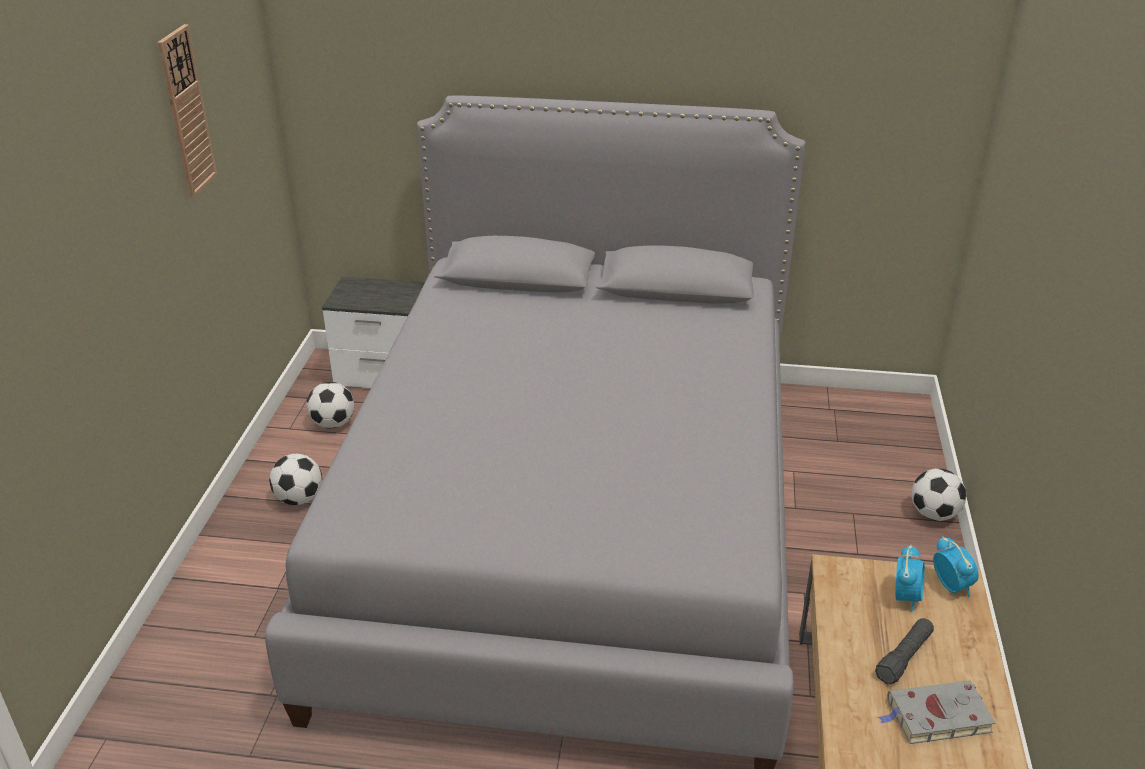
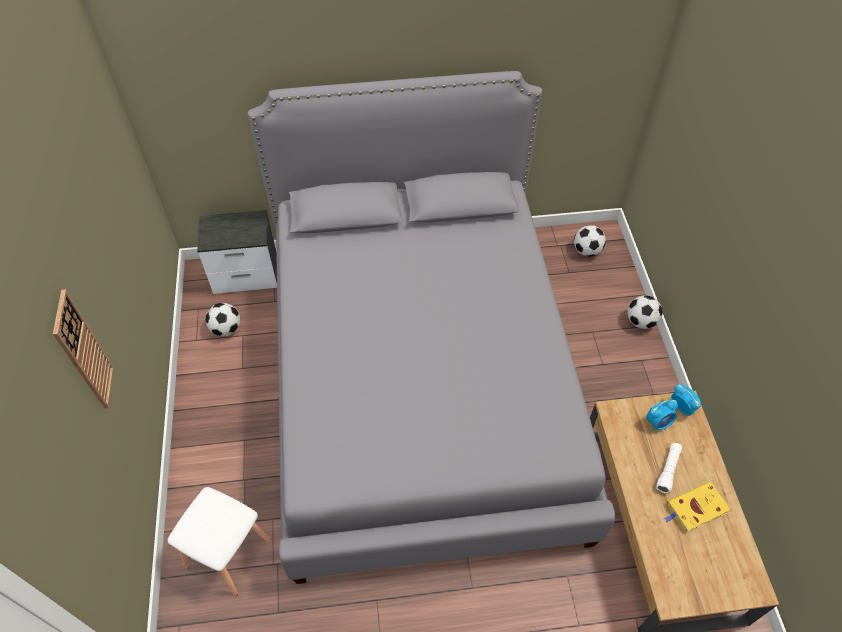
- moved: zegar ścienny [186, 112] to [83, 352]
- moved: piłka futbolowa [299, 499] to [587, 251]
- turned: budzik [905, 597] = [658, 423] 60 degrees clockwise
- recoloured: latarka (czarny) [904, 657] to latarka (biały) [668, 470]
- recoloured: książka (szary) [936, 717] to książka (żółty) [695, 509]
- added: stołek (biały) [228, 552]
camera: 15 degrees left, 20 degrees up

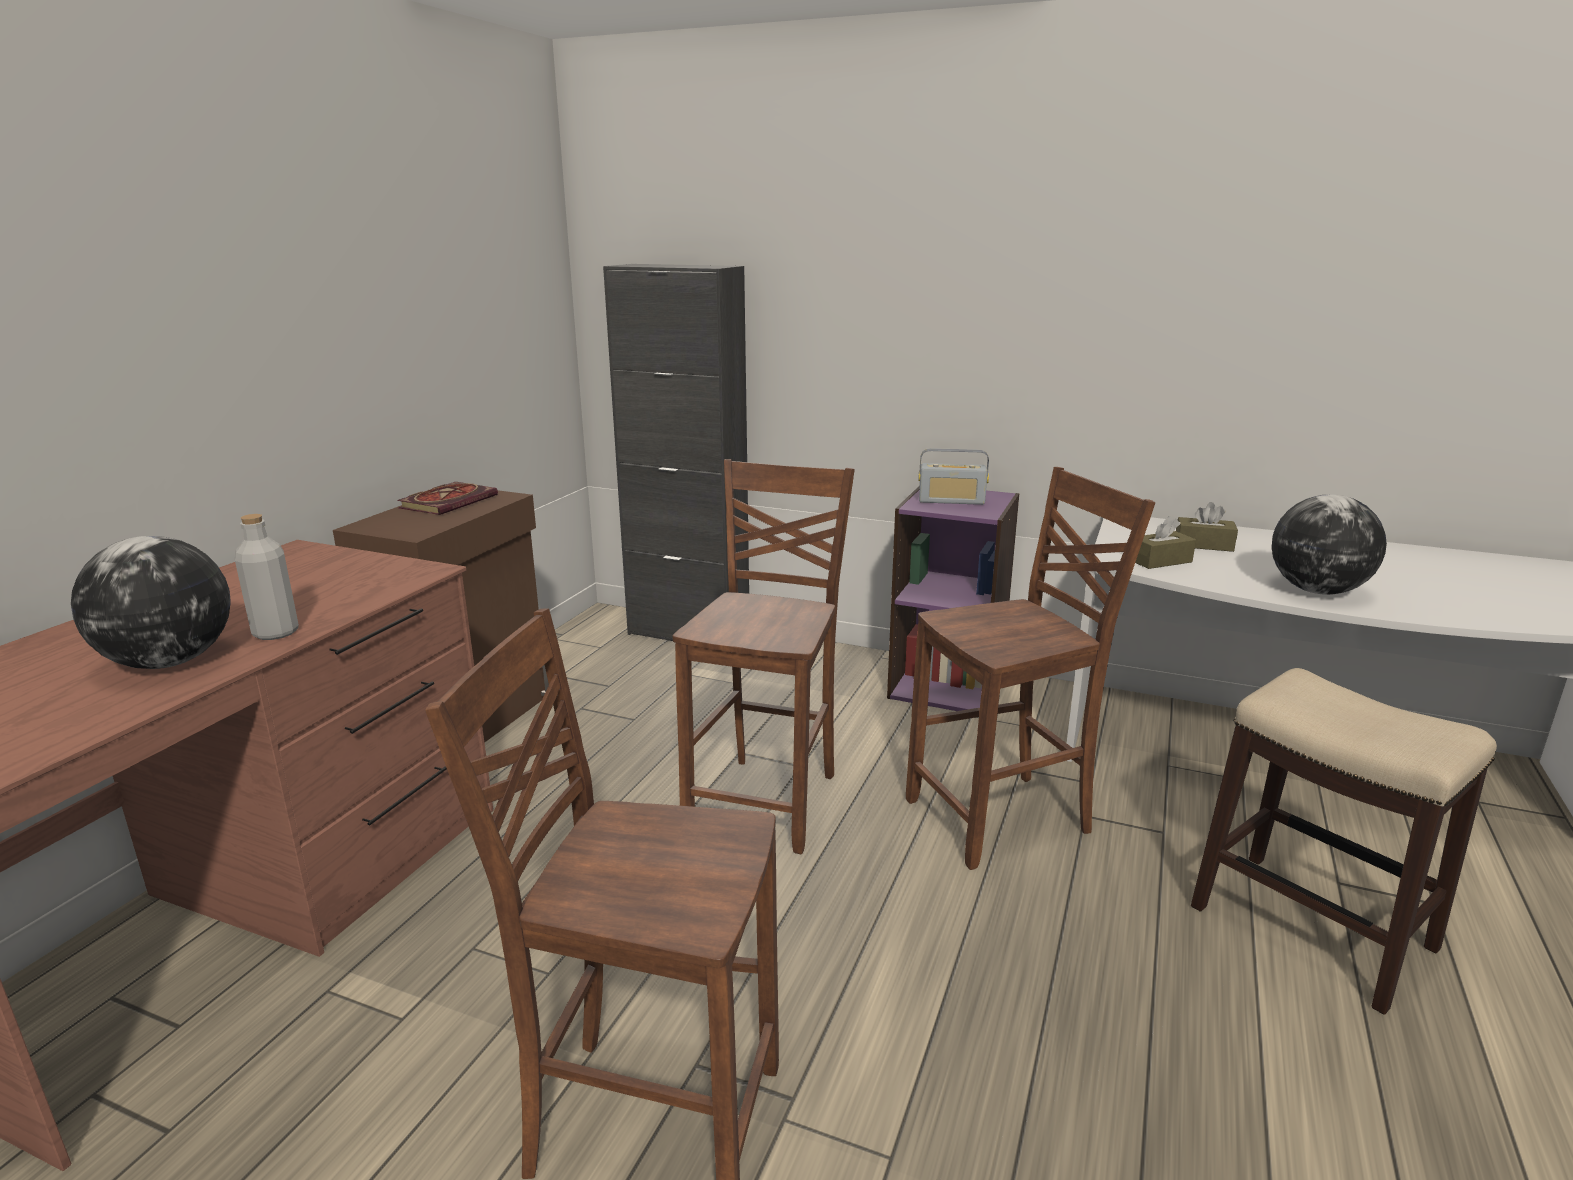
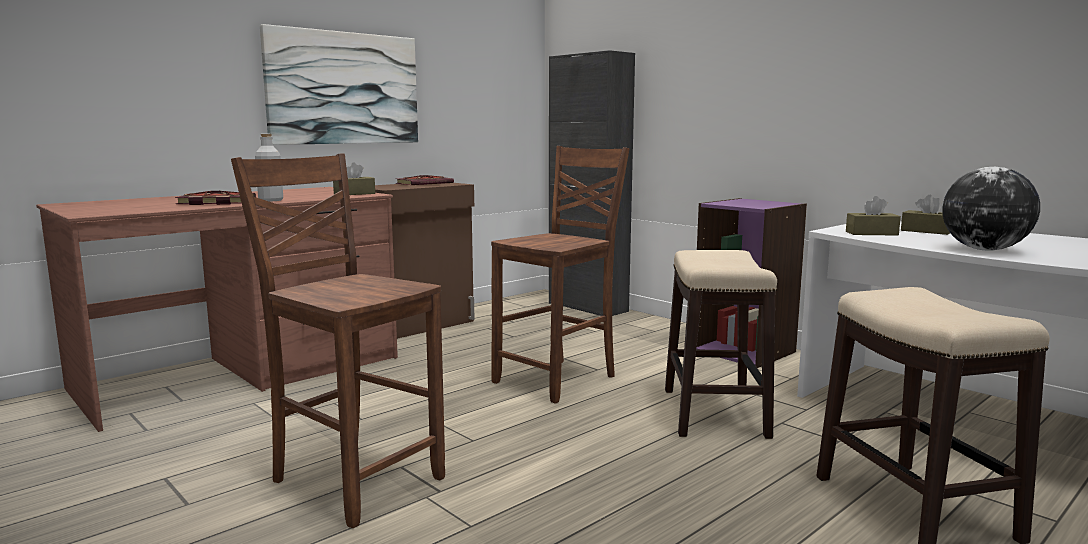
- removed: radio [951, 501]
- replaced: krzesło (brązowy) [1003, 818] to stołek [714, 413]
- replaced: globus [168, 662] to książka [214, 202]
- added: obraz [344, 88]
- added: pudełko chusteczek (brązowy) [354, 194]
camera: 25 degrees right, 10 degrees down

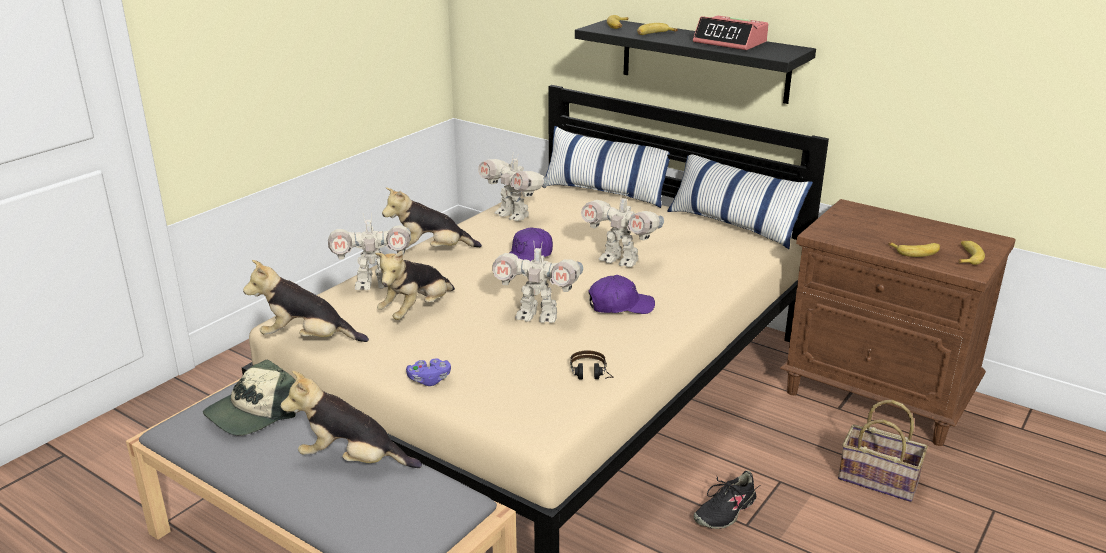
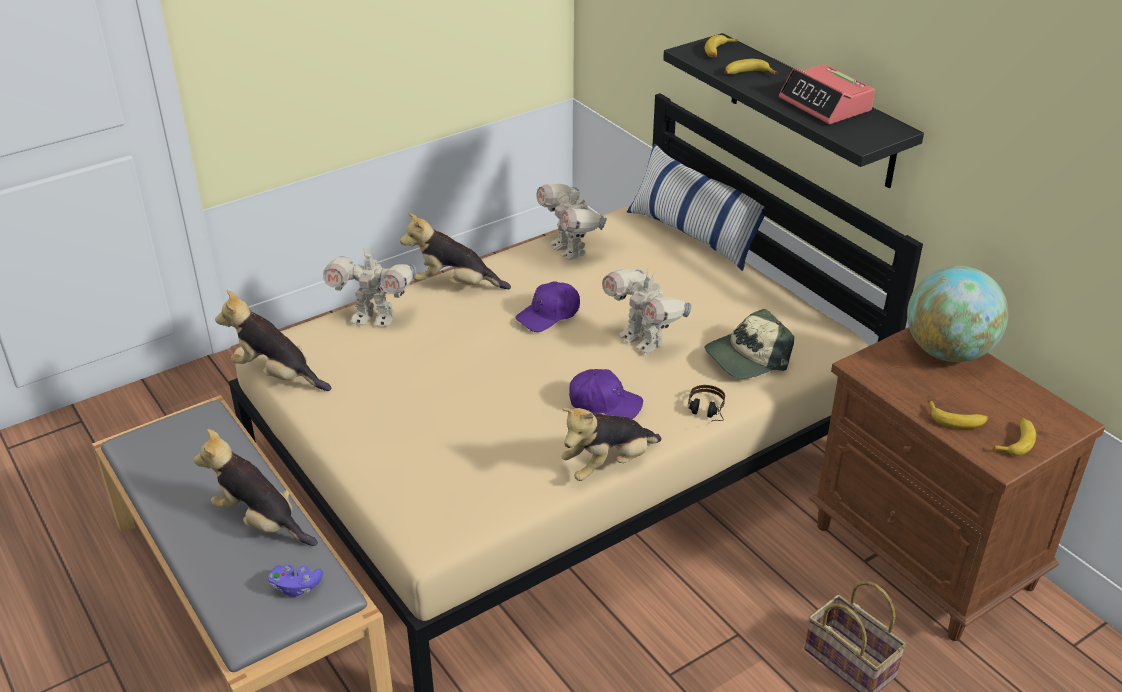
- removed: poduszka [733, 225]
- removed: robot zabawkowy [537, 316]
- moved: pluszak [417, 311] to [608, 465]
- moved: słuchawki [591, 377] to [705, 414]
- moved: pad do gier (fioletowy) [429, 380] to [296, 587]
- moved: czapka z daszkiem [252, 413] to [747, 357]
- removed: but (czarny) [725, 511]
- added: globus [947, 352]
camera: 20 degrees right, 10 degrees up

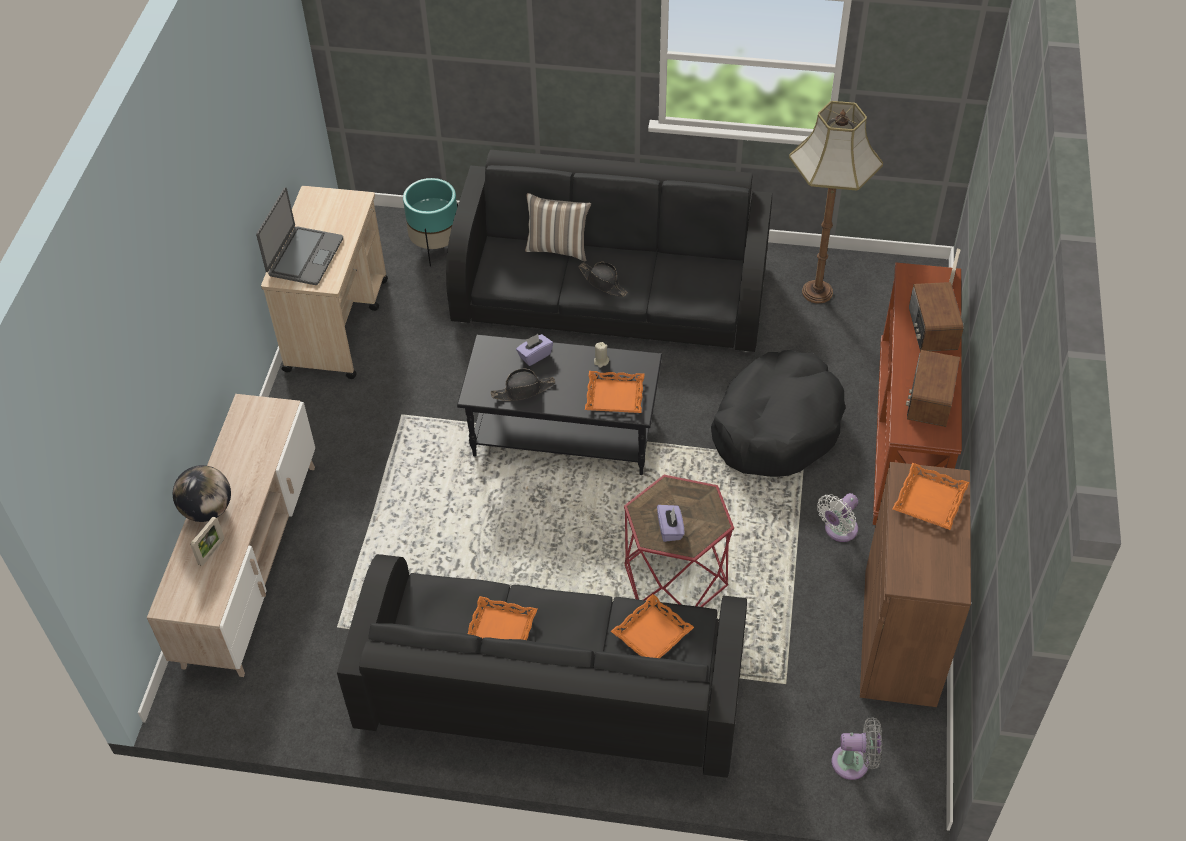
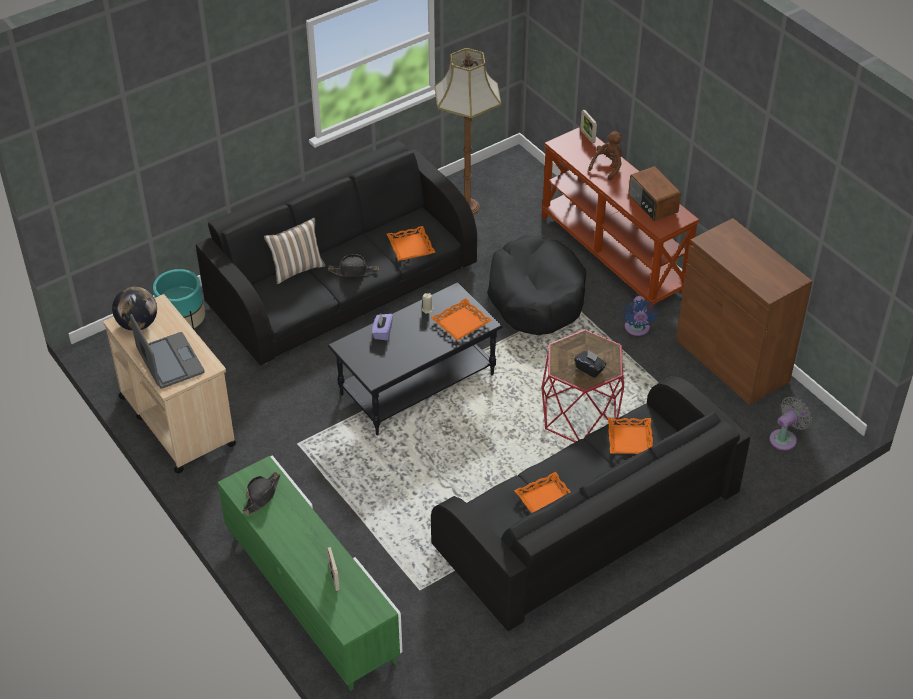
- replaced: radio [931, 329] to pluszak (brązowy) [608, 166]
- moved: kapelusz (czarny) [523, 390] to [262, 495]
- recoloured: szafka pod telewizor (beżowy) [251, 563] to szafka pod telewizor (zielony) [312, 598]
- moved: taca (pomarańczowy) [929, 500] to [410, 247]
- moved: globus [208, 510] to [138, 324]
- recoloured: wentylator (biały) [838, 530] to wentylator (niebieski) [637, 329]
- recoloured: pudełko chusteczek (fioletowy) [670, 529] to pudełko chusteczek (czarny) [589, 369]
camera: 45 degrees left, 5 degrees down

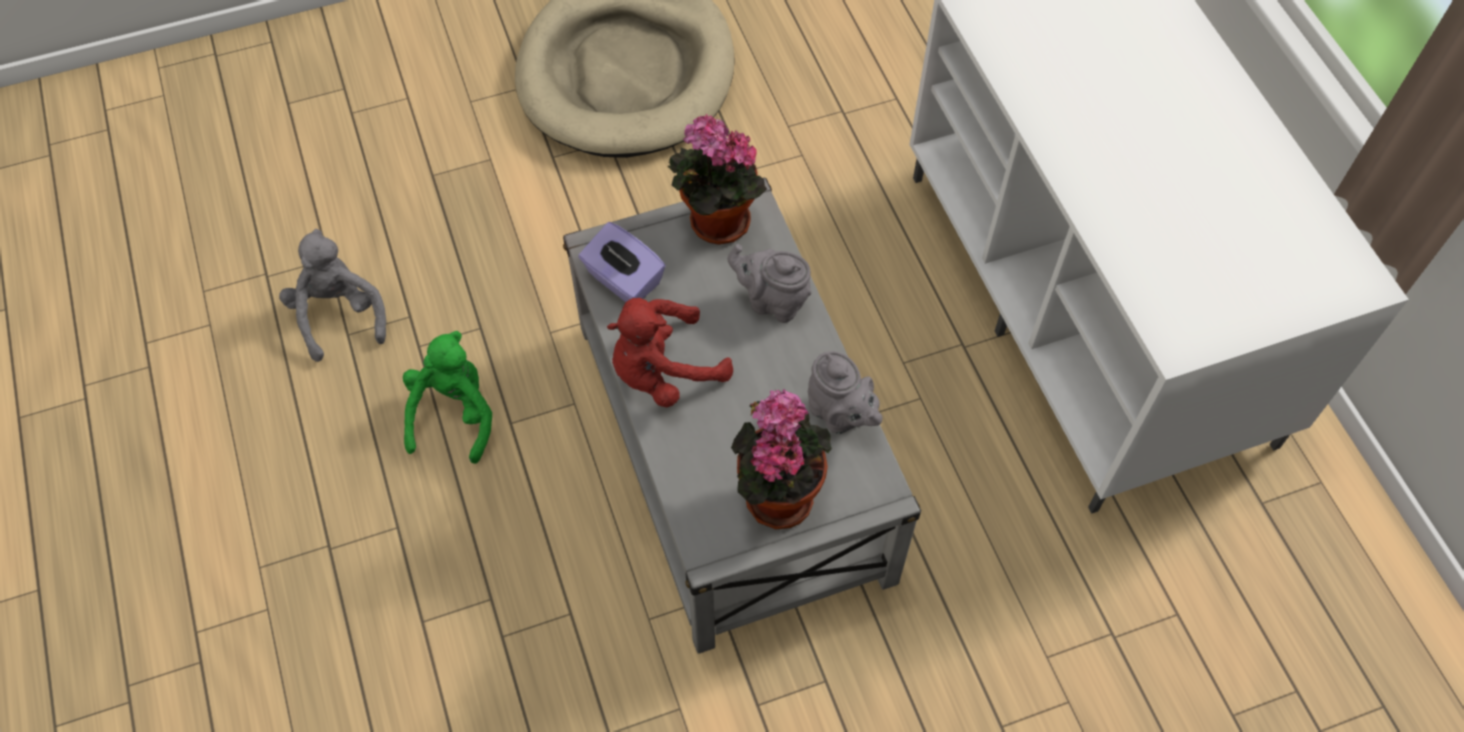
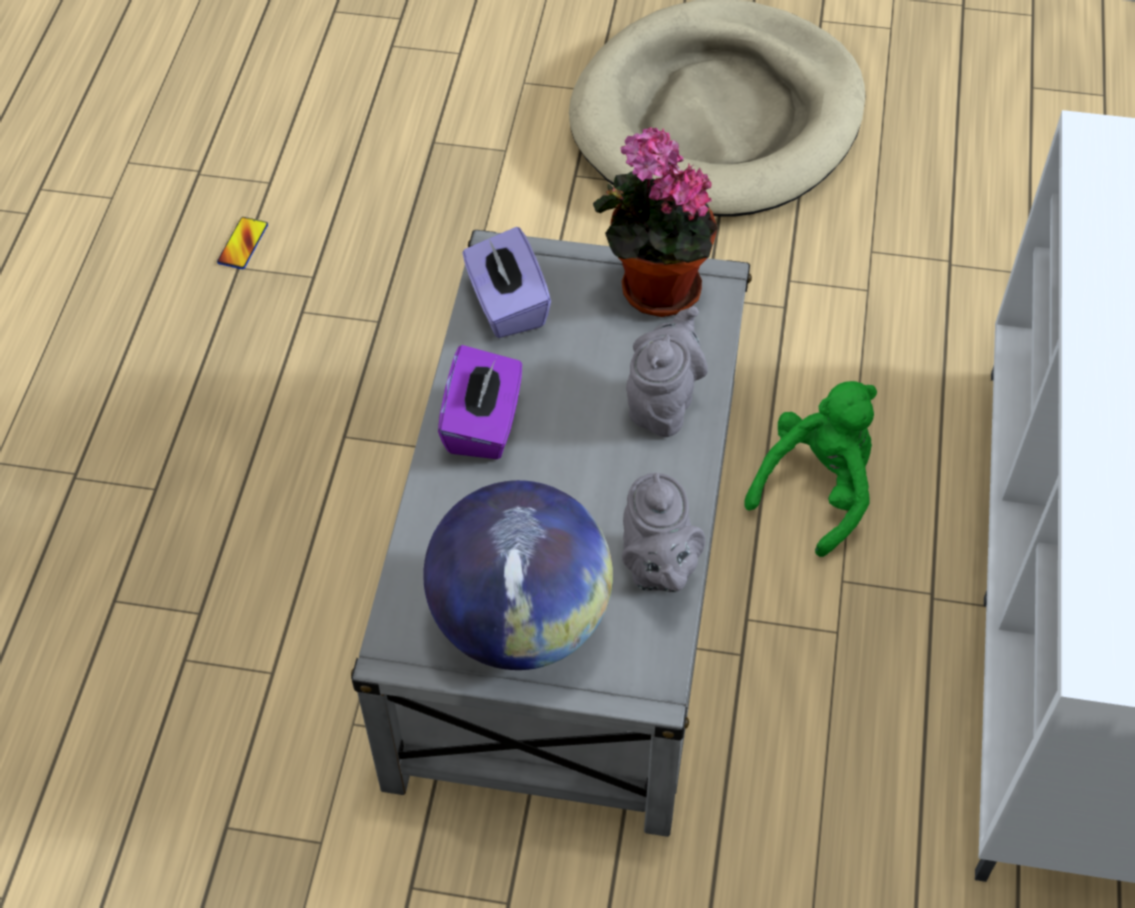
- replaced: pluszak (szary) [339, 315] to telefon [243, 244]
- turned: imbryk (szary) [772, 301] = [663, 403] 60 degrees clockwise
- replaced: pluszak (czerwony) [663, 372] to pudełko chusteczek (fioletowy) [483, 424]
- moved: pluszak (zielony) [454, 414] to [817, 489]
- replaced: roślina doniczkowa [777, 493] to globus [521, 621]
camera: 30 degrees right, 5 degrees down

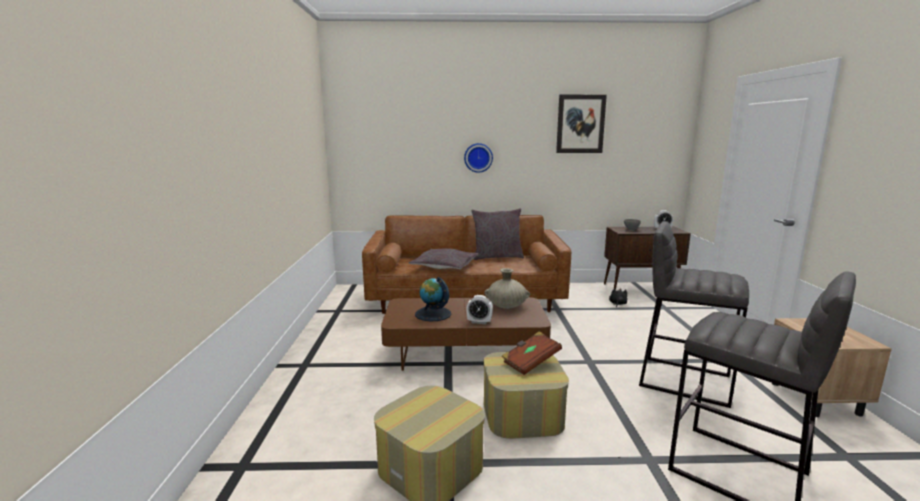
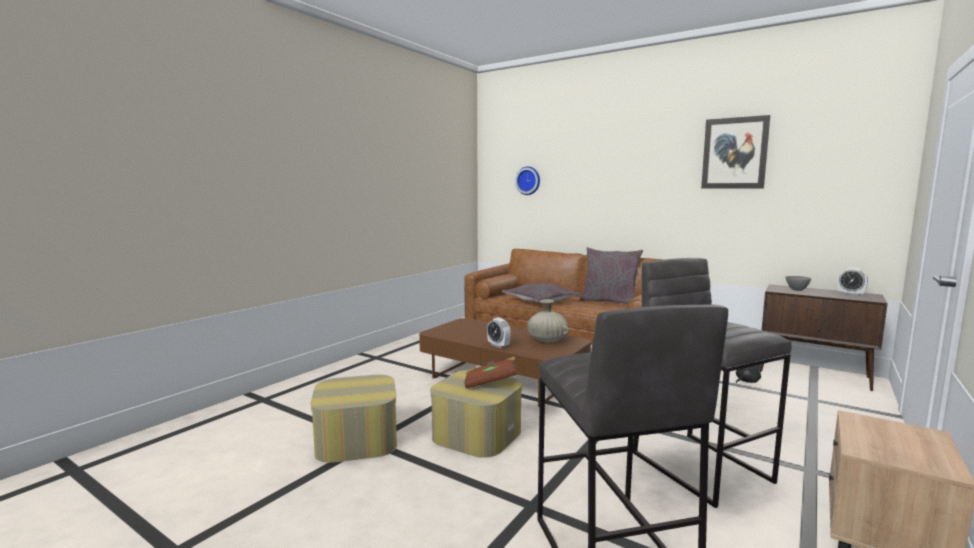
- moved: zegar ścienny [478, 157] to [528, 180]
- removed: globus [433, 314]
camera: 35 degrees right, 5 degrees down

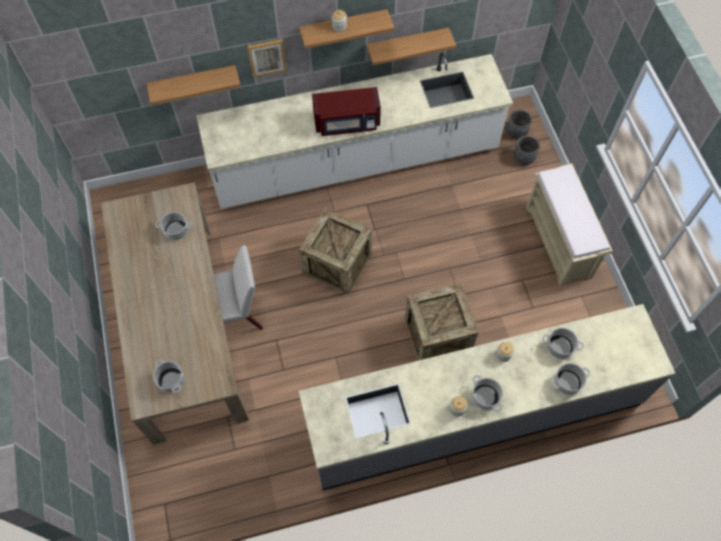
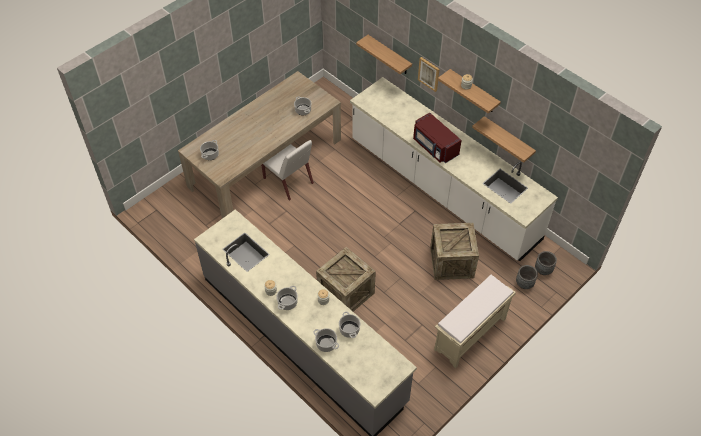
- moved: skrzynka [337, 263] to [451, 262]
camera: 60 degrees right, 10 degrees down

